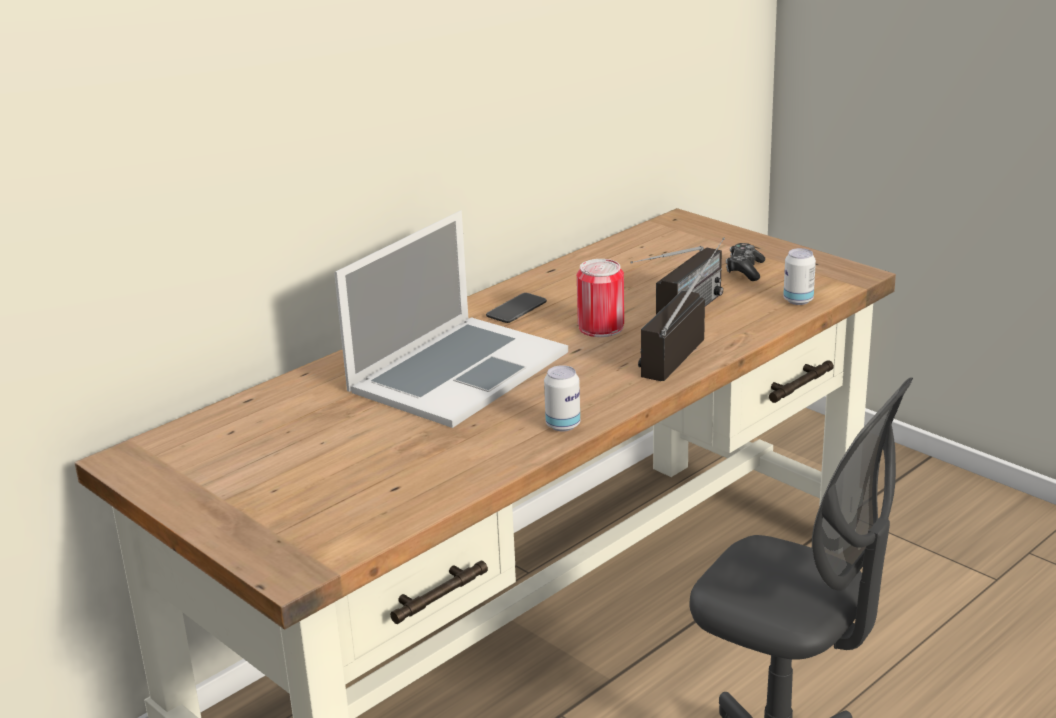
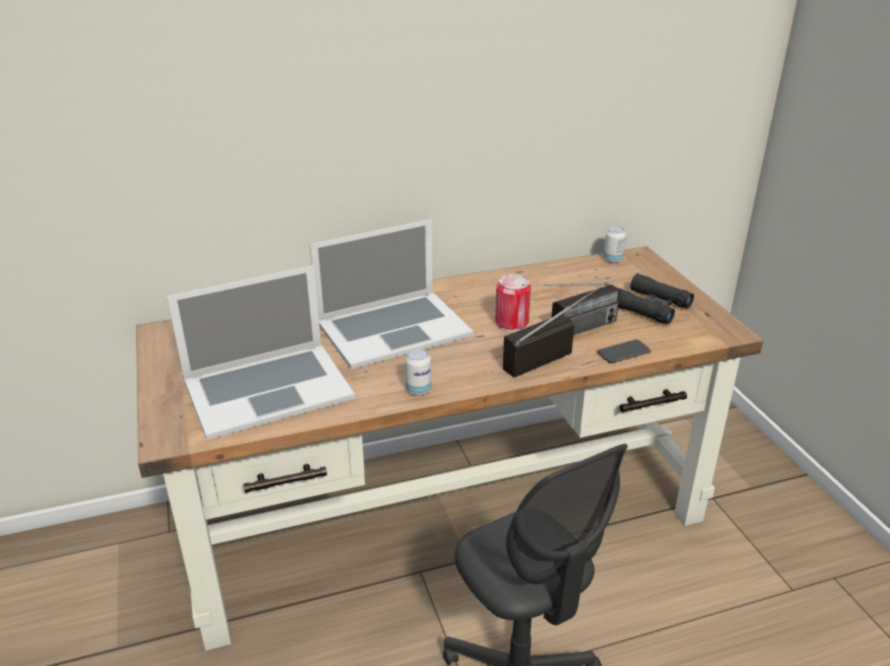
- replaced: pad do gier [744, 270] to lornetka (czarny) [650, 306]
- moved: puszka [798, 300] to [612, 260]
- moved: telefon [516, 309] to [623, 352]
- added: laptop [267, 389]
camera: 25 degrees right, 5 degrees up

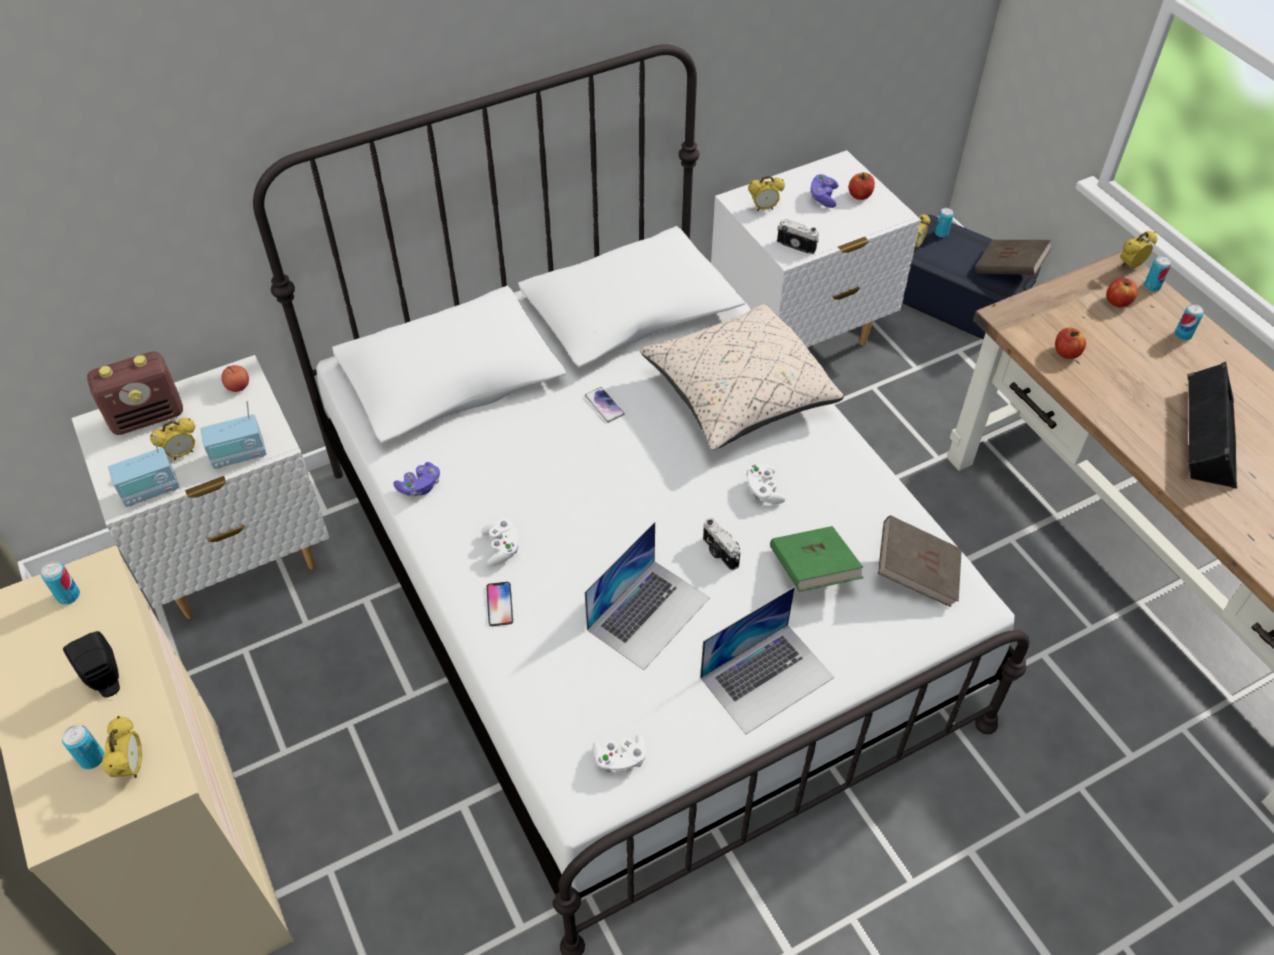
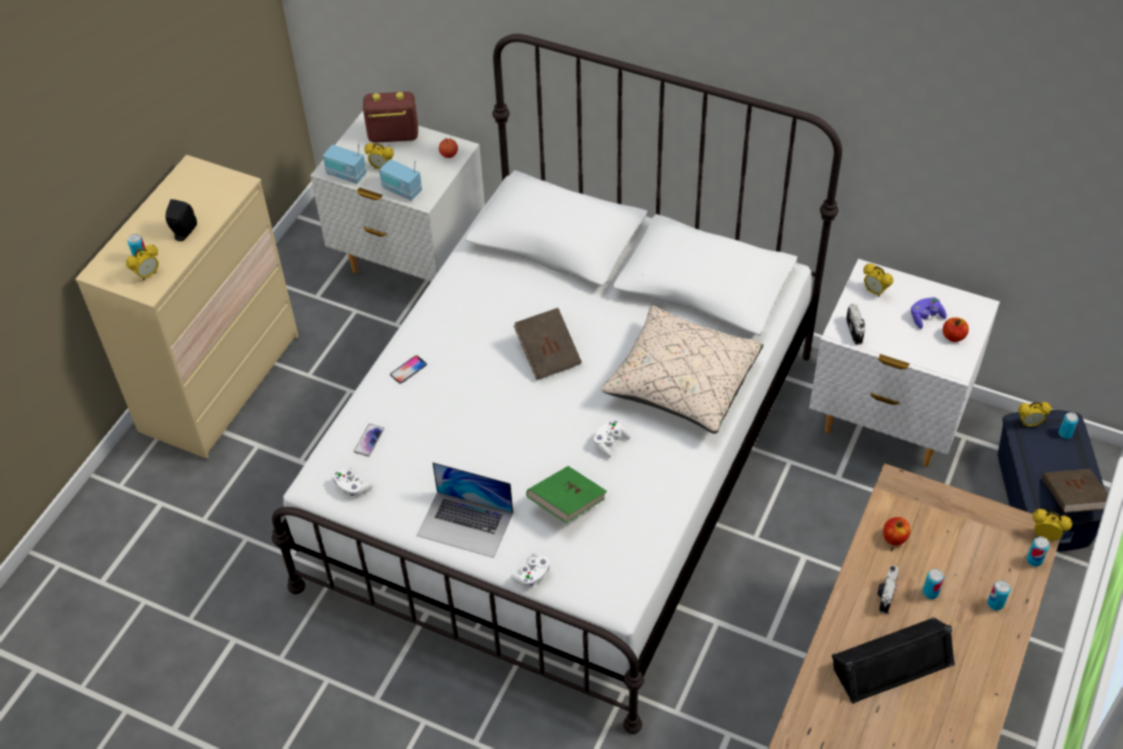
- removed: jabłko [1117, 302]
- turned: radio [148, 417] = [393, 136] 150 degrees clockwise
- moved: telefon [604, 405] to [369, 440]
- removed: pad do gier (fioletowy) [420, 487]
- moved: książka (brązowy) [916, 573] to [548, 354]
- moved: pad do gier (biały) [501, 548] to [532, 575]
- moved: aparat fotograficzny [719, 553] to [885, 595]
- removed: laptop [648, 613]
- moved: puszka [68, 596] to [930, 592]
camera: 55 degrees right, 0 degrees up

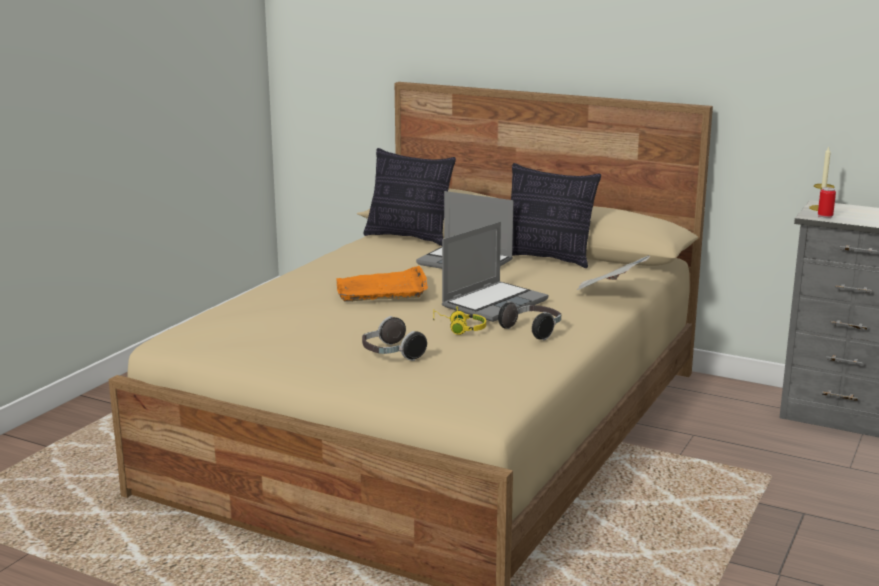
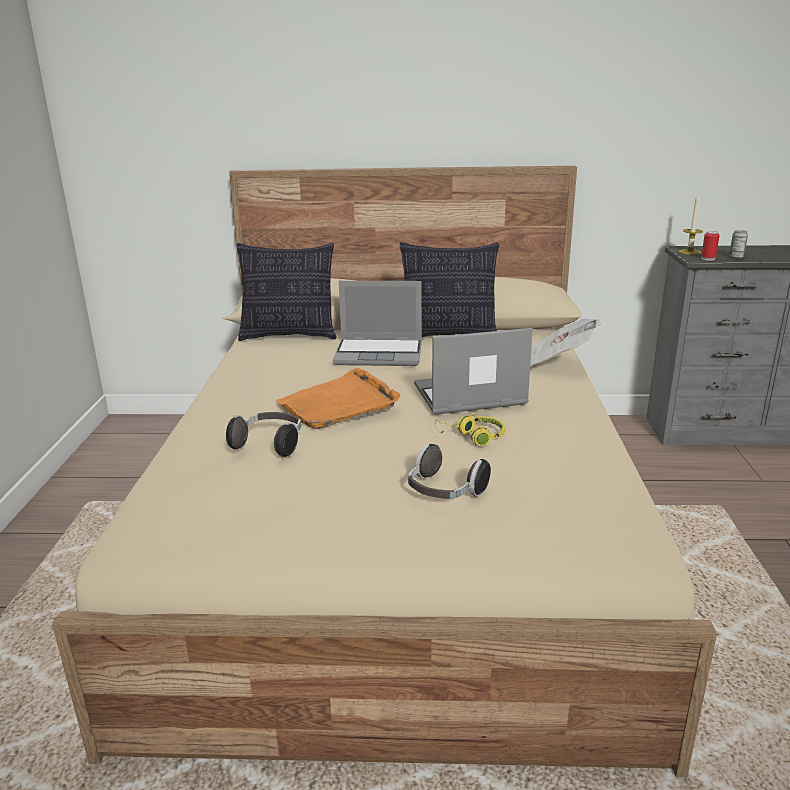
- turned: laptop [494, 303] = [468, 396] 120 degrees counterclockwise
- moved: słuchawki [533, 330] to [270, 444]
- added: puszka [736, 257]
camera: 25 degrees left, 5 degrees up

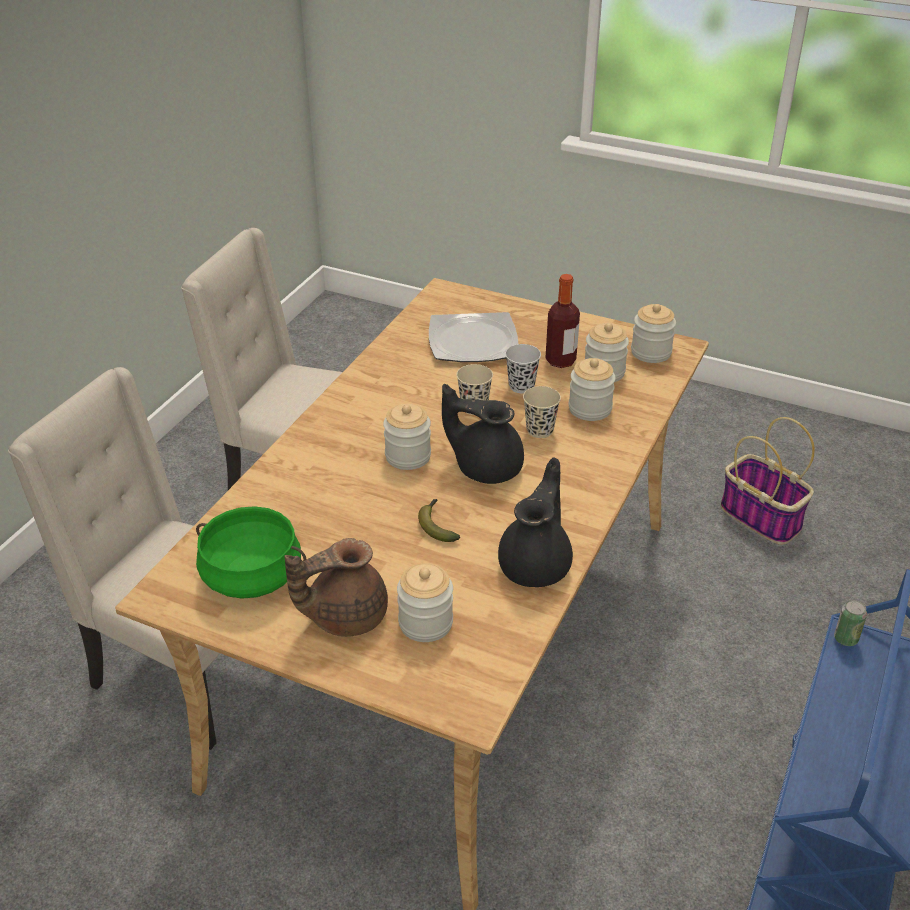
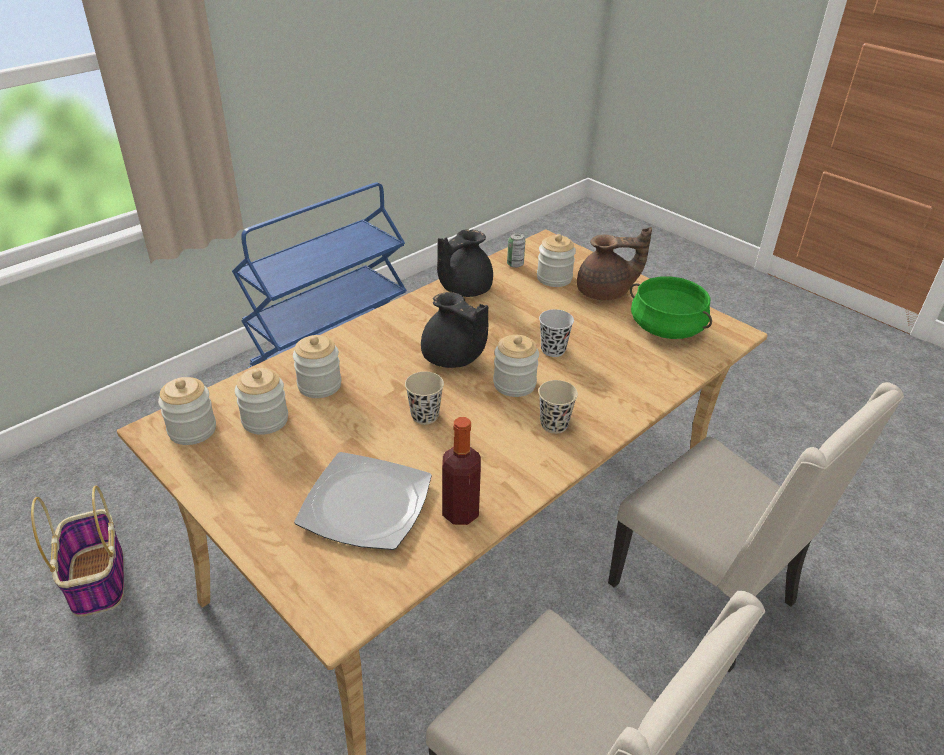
- moved: butelka [560, 361] to [460, 512]
- moved: filiżanka (czarny) [521, 386] to [553, 350]
- moved: filiżanka (beżowy) [539, 430] to [554, 424]
- removed: banan [437, 525]
- moved: puszka [845, 639] to [515, 264]
camera: 160 degrees left, 0 degrees up

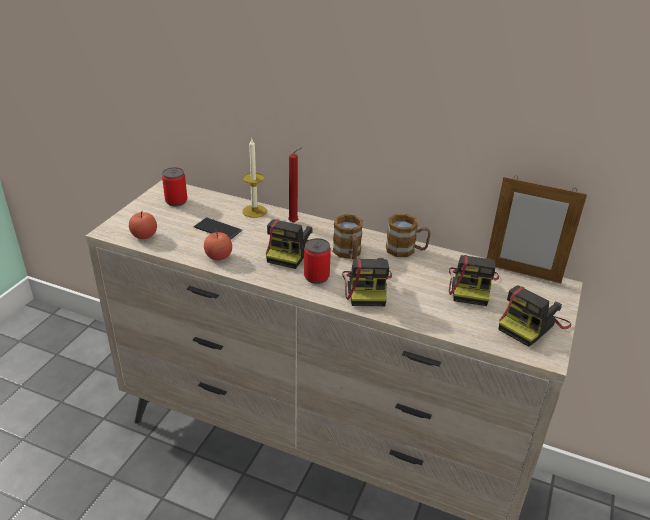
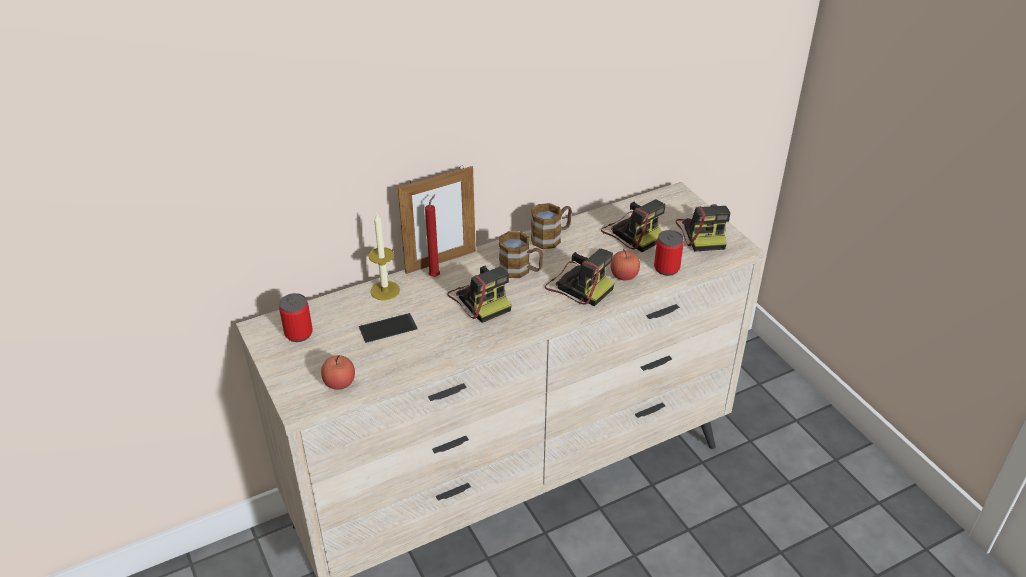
- moved: ramka na zdjęcie [522, 273] to [440, 262]
- moved: jabłko [218, 256] to [624, 275]
- moved: puszka [316, 277] to [666, 268]
camera: 50 degrees left, 5 degrees up

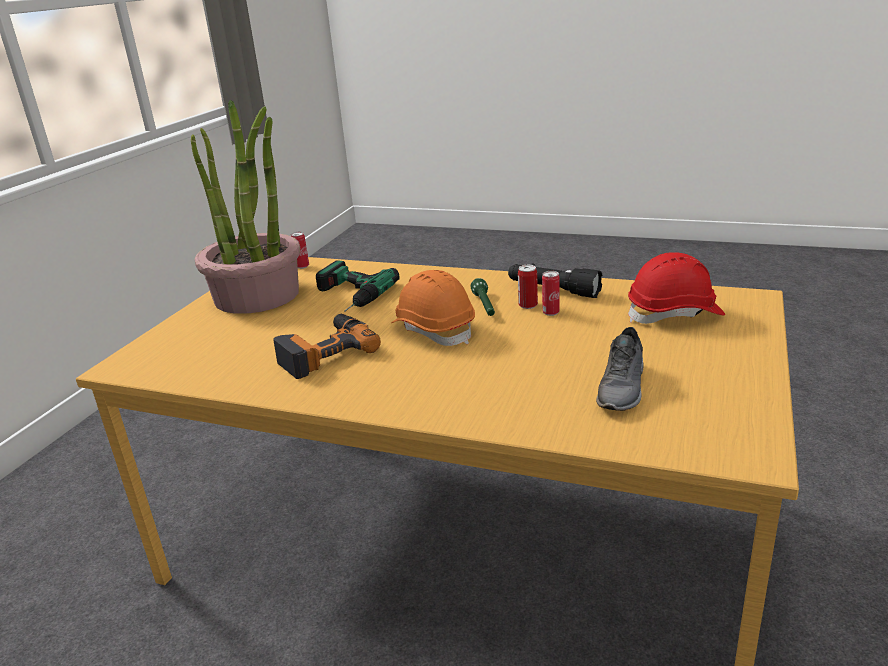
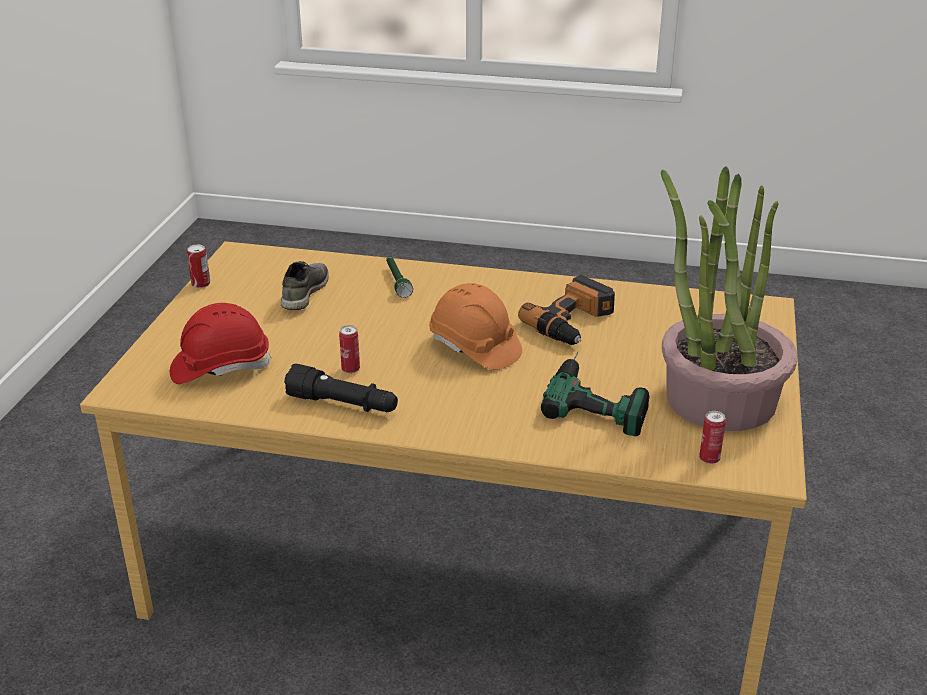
- moved: puszka [528, 305] to [200, 284]
- moved: latarka (zielony) [485, 306] to [397, 282]
camera: 170 degrees right, 5 degrees up

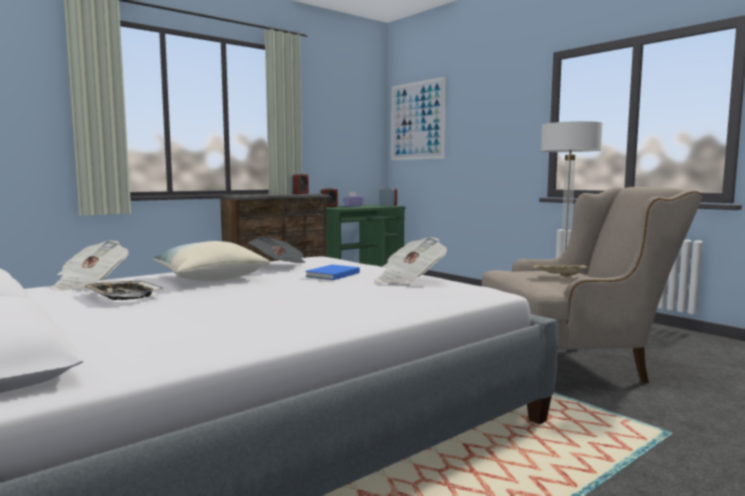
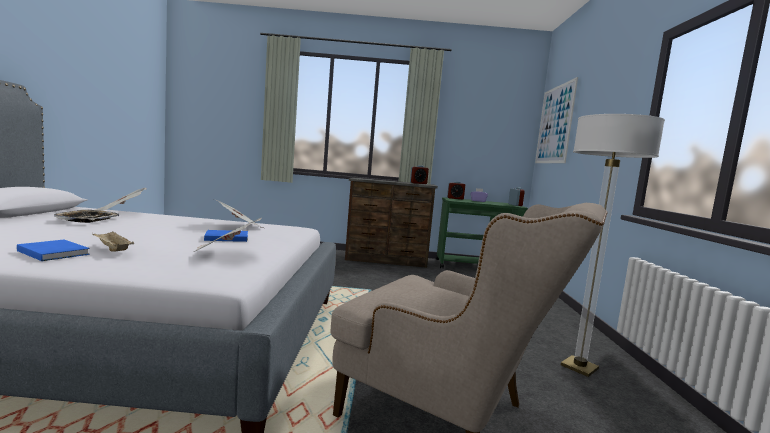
- removed: poduszka [210, 277]
- moved: taca (beżowy) [559, 276] to [112, 249]
- added: książka (niebieski) [54, 252]
camera: 40 degrees right, 0 degrees up

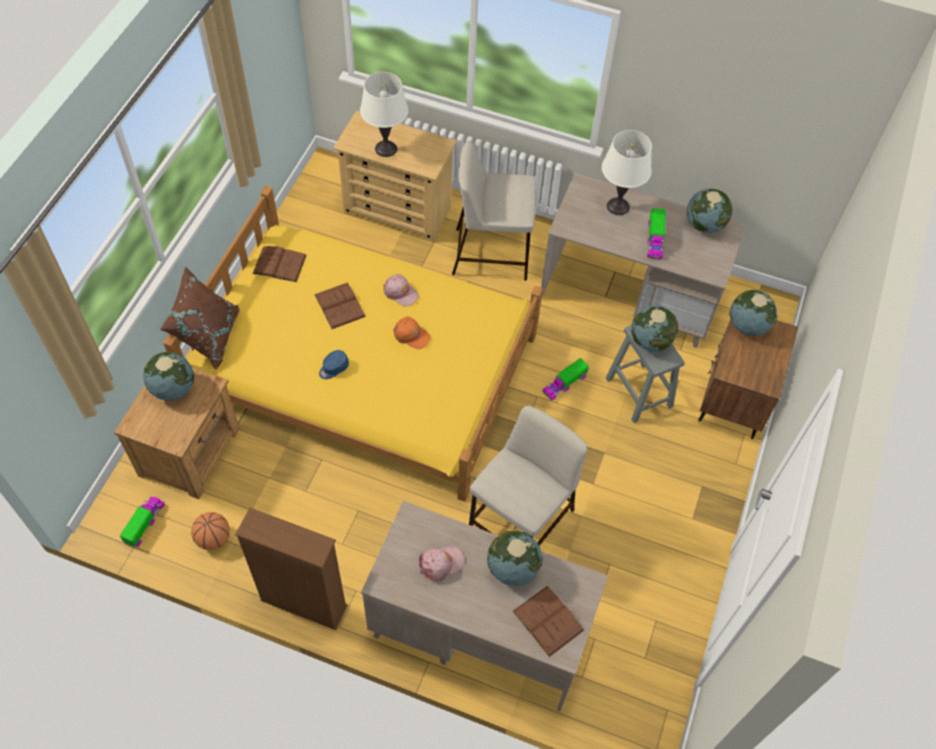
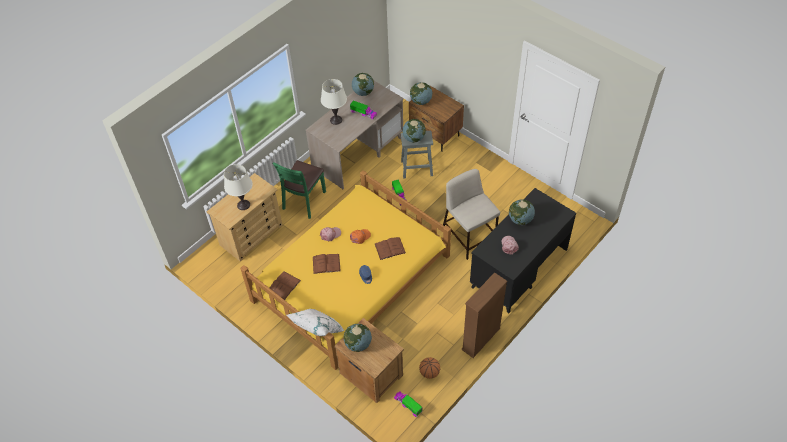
- replaced: stołek (beżowy) [492, 253] to krzesło (zielony) [304, 201]
- recoloured: poduszka (brązowy) [208, 335] to poduszka (biały) [317, 331]
- recoloured: biurko (beżowy) [478, 630] to biurko (czarny) [518, 269]
- moved: książka (brązowy) [548, 620] to [390, 248]
camera: 65 degrees left, 5 degrees down

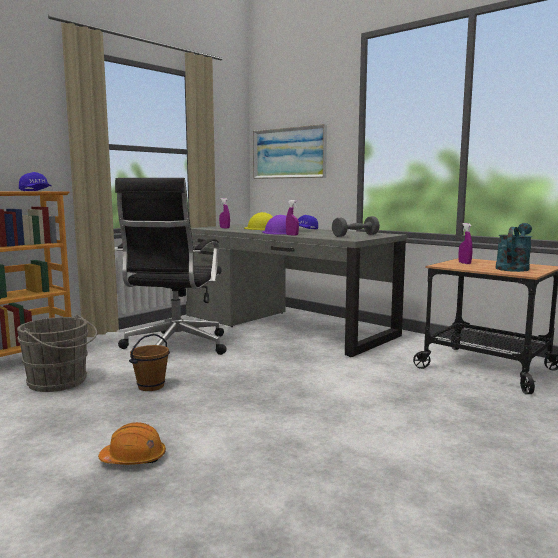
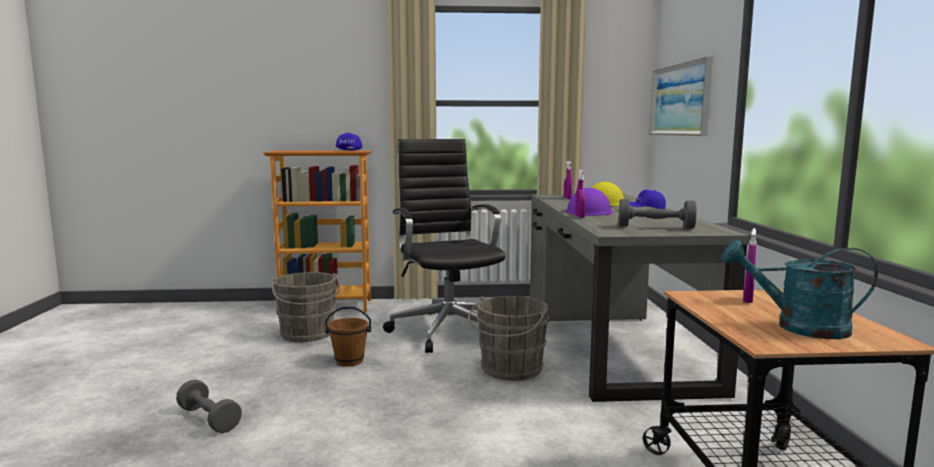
- turned: krzesło biurowe (czarny) [175, 347] = [448, 329] 105 degrees clockwise
- turned: konewka (turkusowy) [513, 268] = [799, 327] 150 degrees counterclockwise
- replaced: kask (pomarańczowy) [134, 459] to hantel (szary) [209, 419]
- added: wiadro (szary) [509, 370]
camera: 45 degrees right, 0 degrees up

